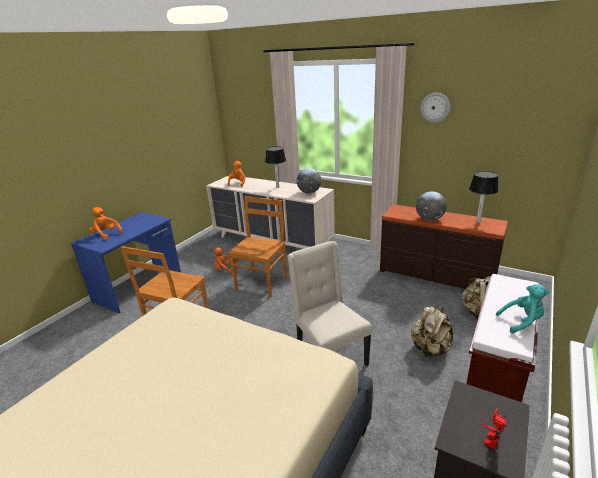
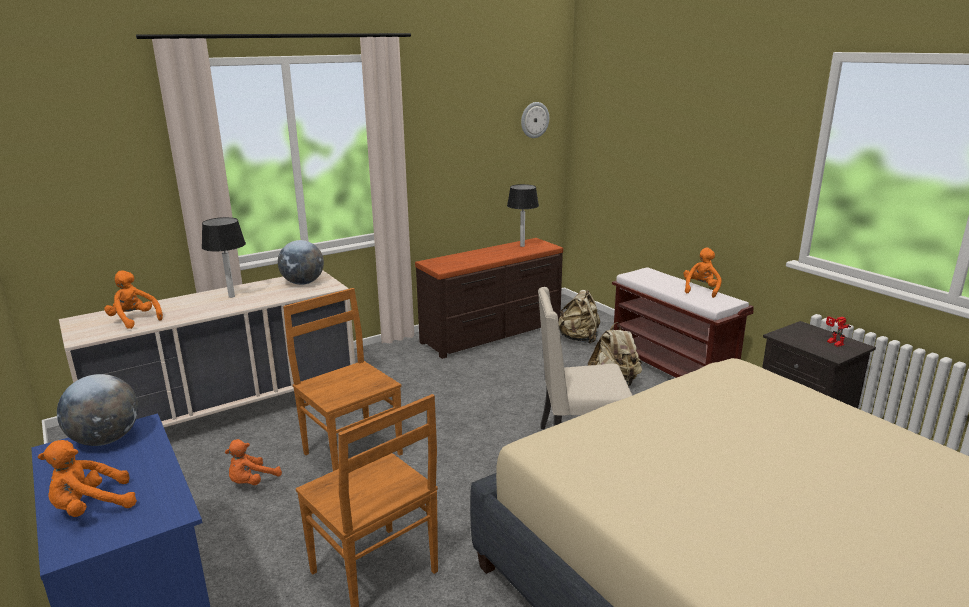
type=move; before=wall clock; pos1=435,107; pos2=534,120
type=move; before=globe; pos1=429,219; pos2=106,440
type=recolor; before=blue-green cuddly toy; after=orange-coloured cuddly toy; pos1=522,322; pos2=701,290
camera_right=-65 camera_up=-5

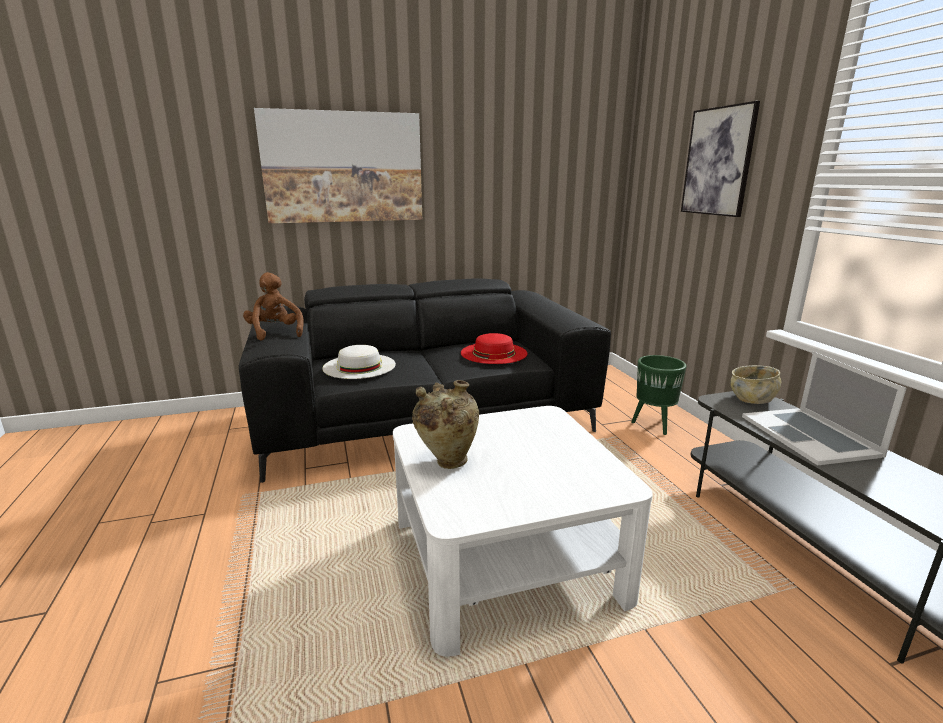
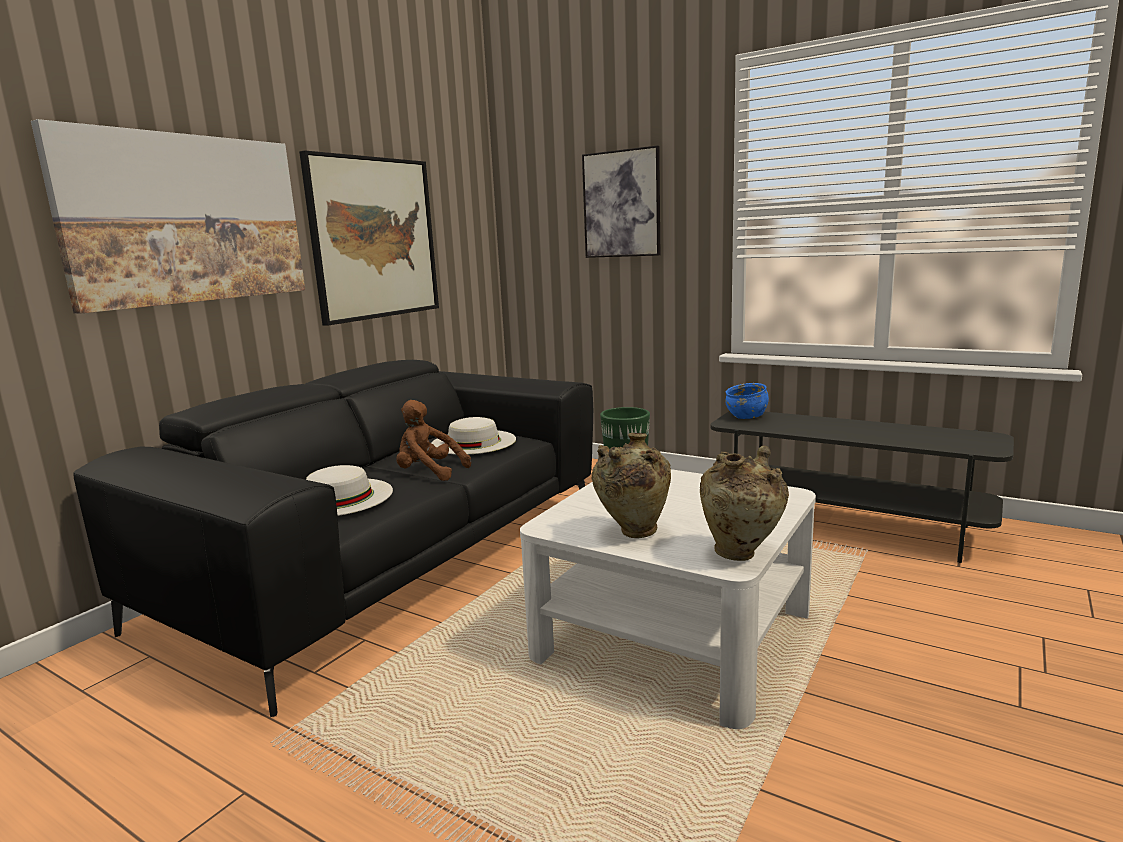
type=move; before=brown-coloured cuddly toy; pos1=275,333; pos2=429,473
type=recolor; before=red-coloured wearable hat; after=white wearable hat; pos1=493,353; pos2=473,442
type=delete; before=portable computer; pos1=809,435
type=recolor; before=beige-coloured serving bowl; after=blue-coloured serving bowl; pos1=752,399; pos2=746,416
type=insert; after=wall picture; pos2=374,238
type=insert; after=beige-coloured flower vase; pos2=741,554
camera_right=-40 camera_up=-5

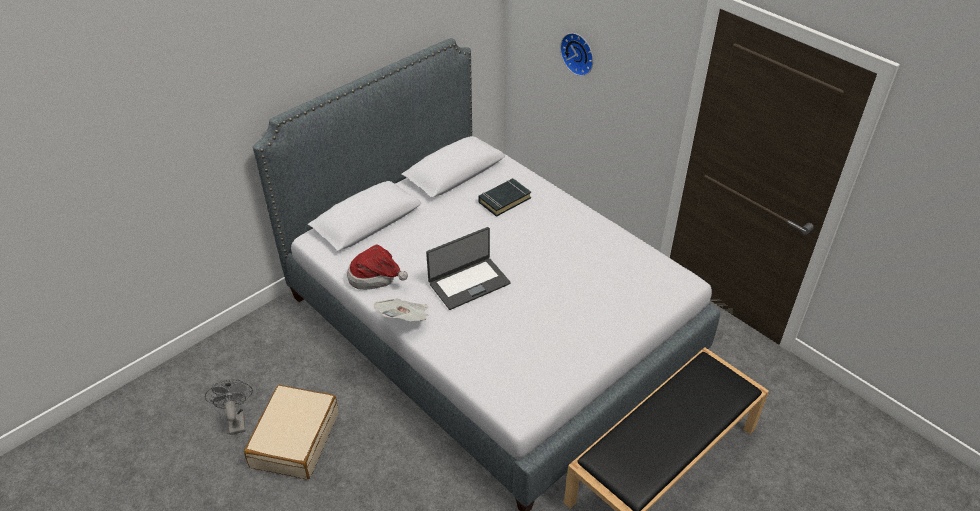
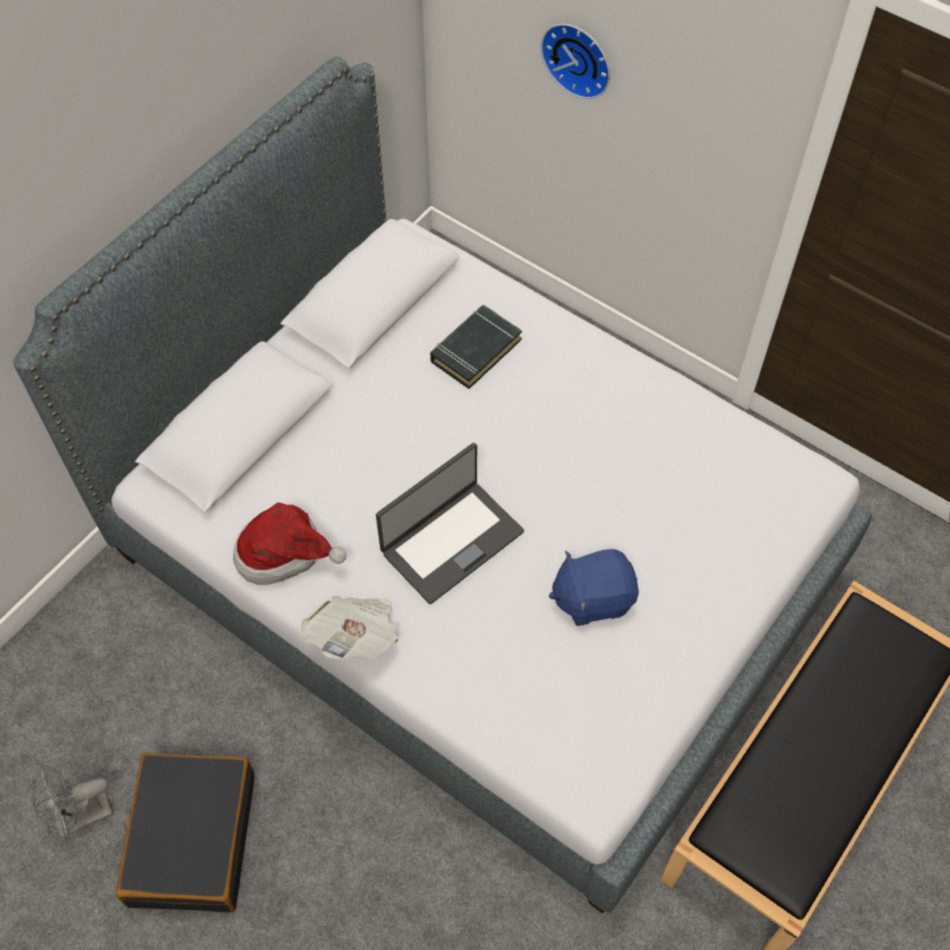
type=rotate; before=grey fan; pos1=236,419; pos2=80,818; turn=-90
type=recolor; before=beige-coloured travel case; after=blackish travel case; pos1=294,439; pos2=191,839
type=insert; after=blue-coloured cuddly toy; pos2=593,598
camera_right=-10 camera_up=15

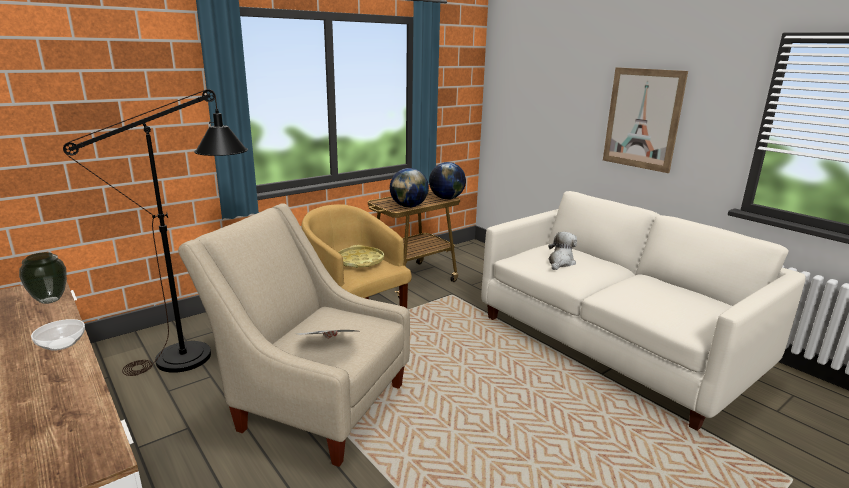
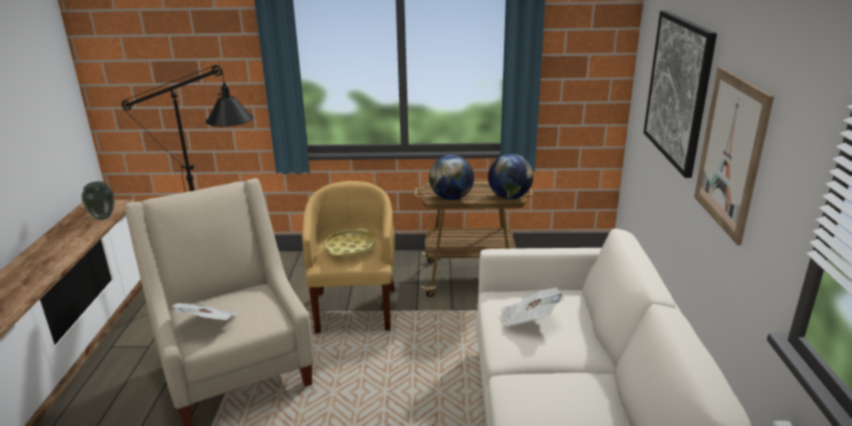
type=replace; before=cuddly toy; after=printed paper; pos1=560,263; pos2=529,320
type=delete; before=serving bowl; pos1=62,344
type=insert; after=wall picture; pos2=678,90
camera_right=40 camera_up=5

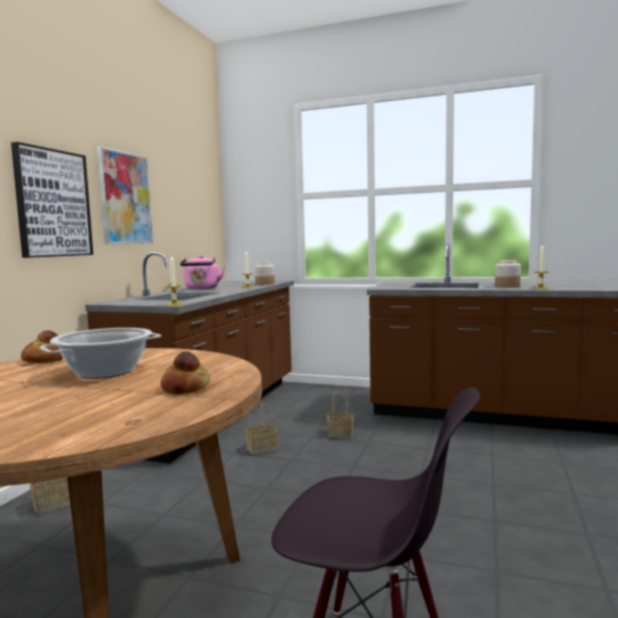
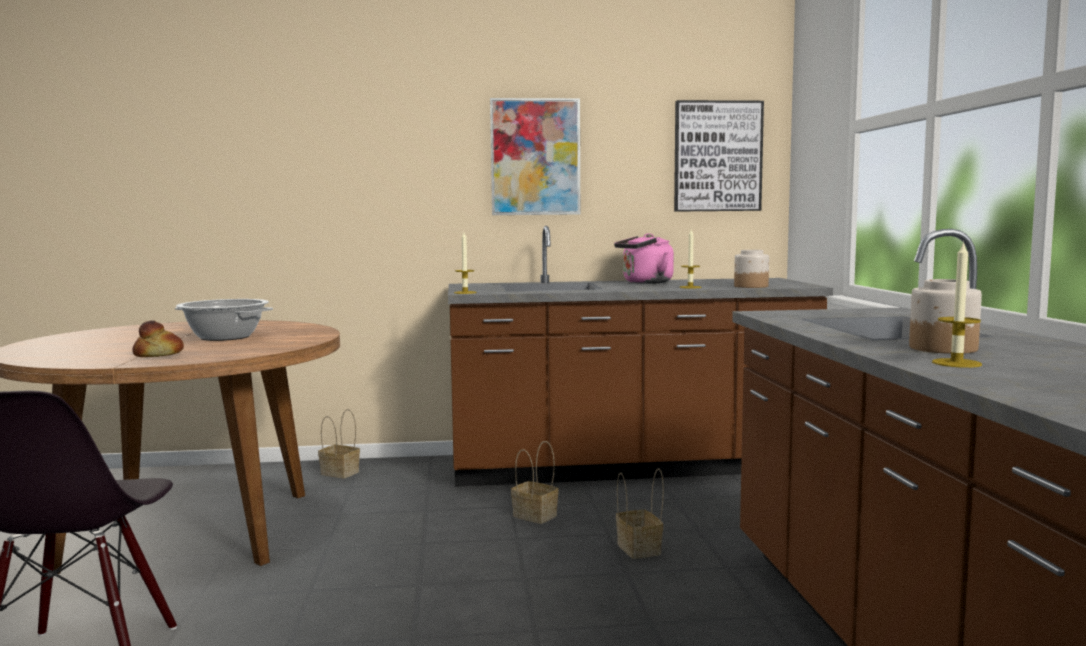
type=move; before=wall picture; pos1=52,203; pos2=717,156
type=delete; before=bakery bread; pos1=44,360
camera_right=65 camera_up=0

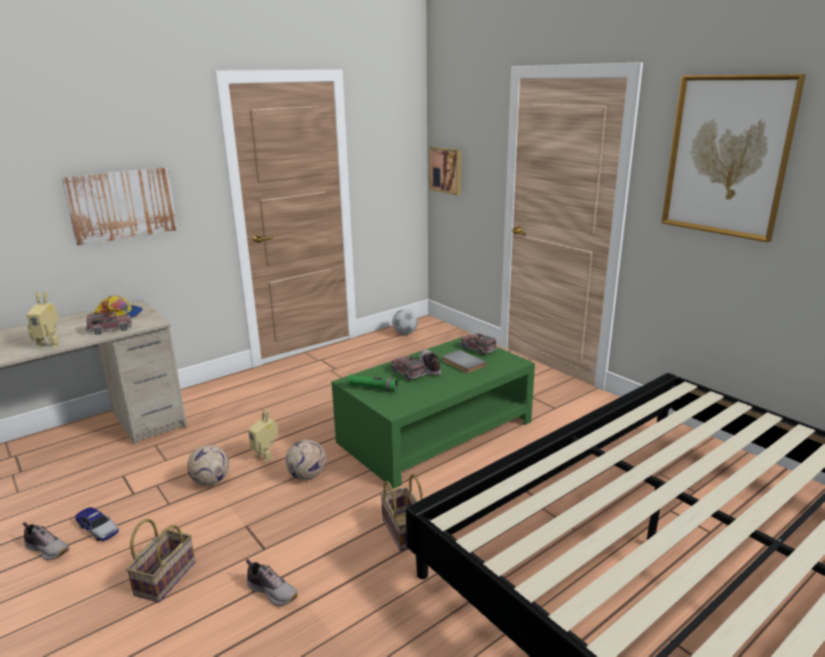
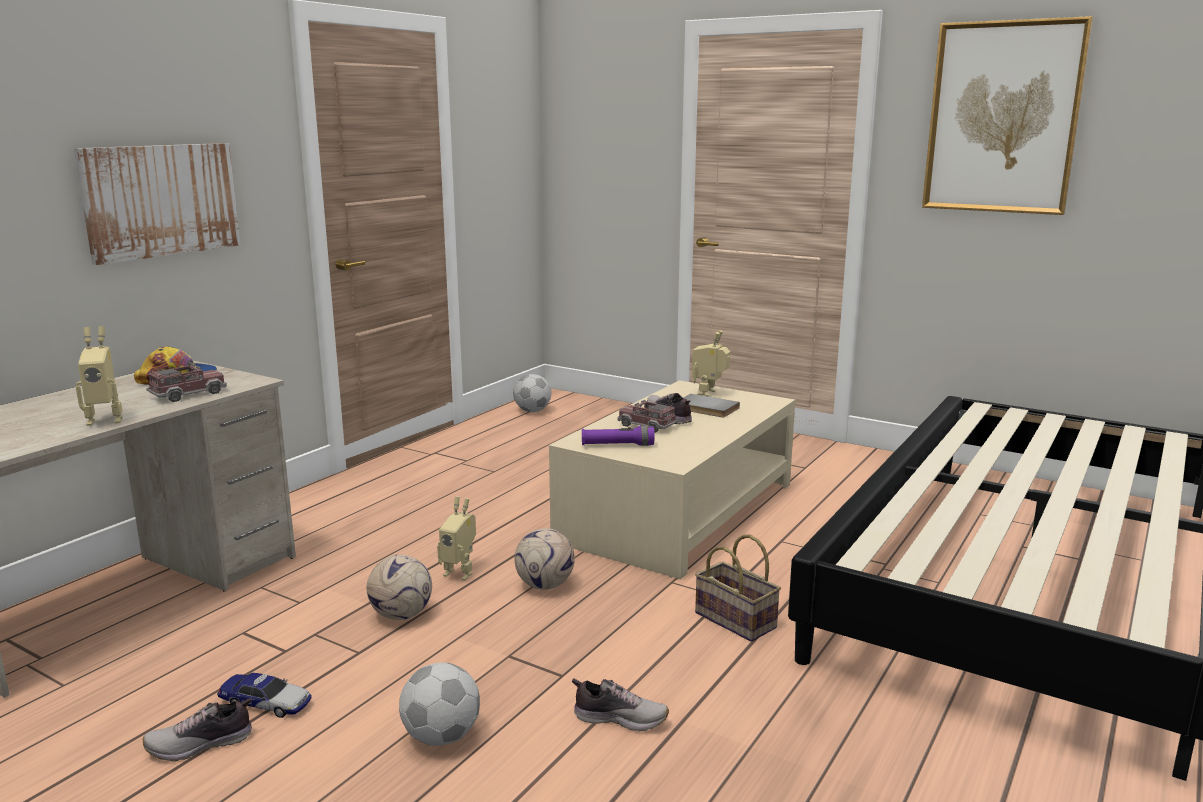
type=delete; before=wall picture; pos1=446,170
type=replace; before=toy truck; after=model robot; pos1=478,349; pos2=710,393
type=recolor; before=greenish coffee table; after=beige-coloured coffee table; pos1=436,432; pos2=678,512
type=recolor; before=greenish torch; after=purple torch; pos1=373,388; pos2=617,445
type=replace; before=household basket; after=football ball; pos1=165,577; pos2=441,736
type=rotate; before=low shoe; pos1=48,549; pos2=201,745; turn=150
camera_right=-20 camera_up=-5

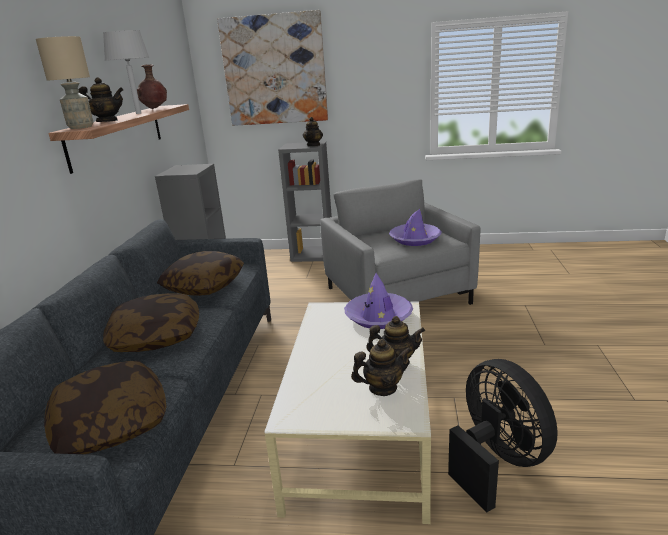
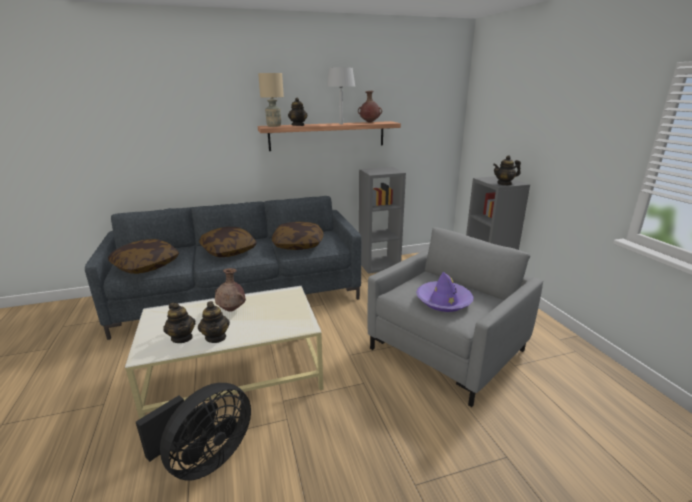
type=delete; before=wall picture; pos1=274,70
type=delete; before=purple wearable hat; pos1=378,317
type=insert; after=brown-coloured flower vase; pos2=232,309
camera_right=65 camera_up=0

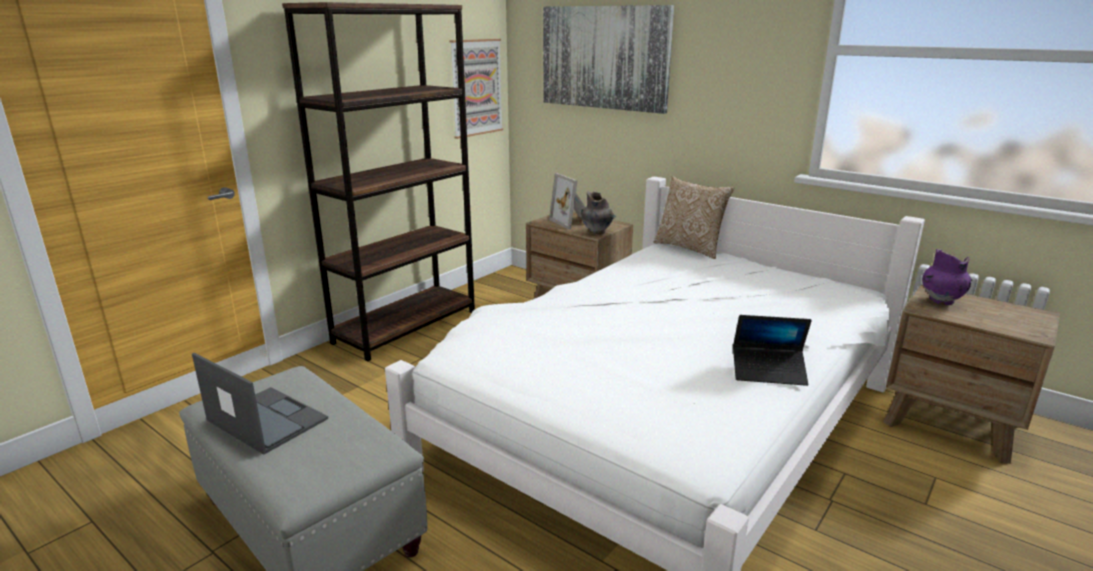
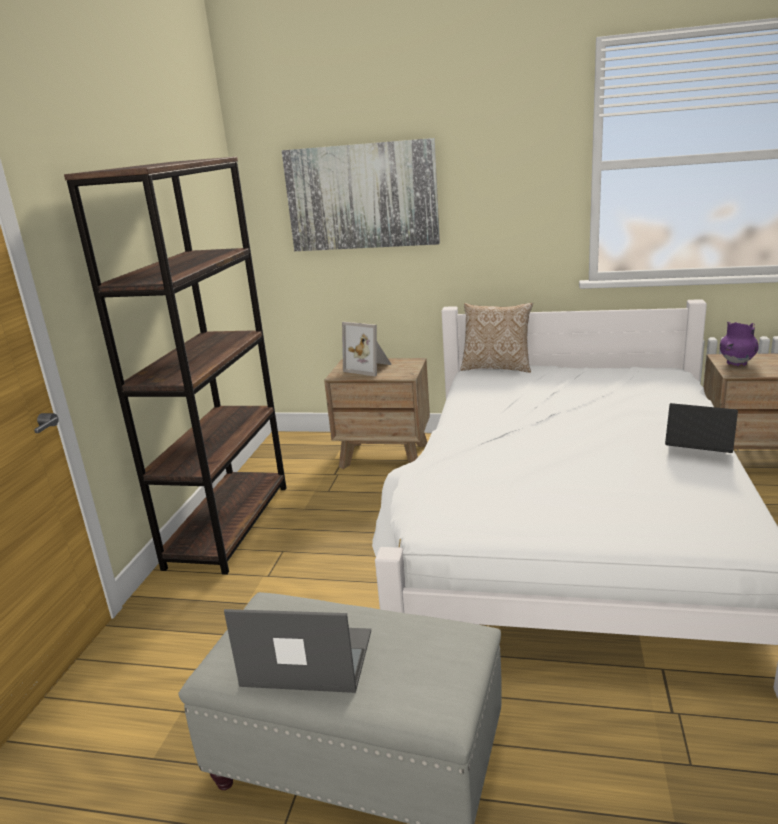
type=delete; before=wall picture; pos1=476,87
type=delete; before=grey flower vase; pos1=597,232
type=rotate; before=portable computer; pos1=768,372; pos2=698,453; turn=-135
camera_right=-25 camera_up=0

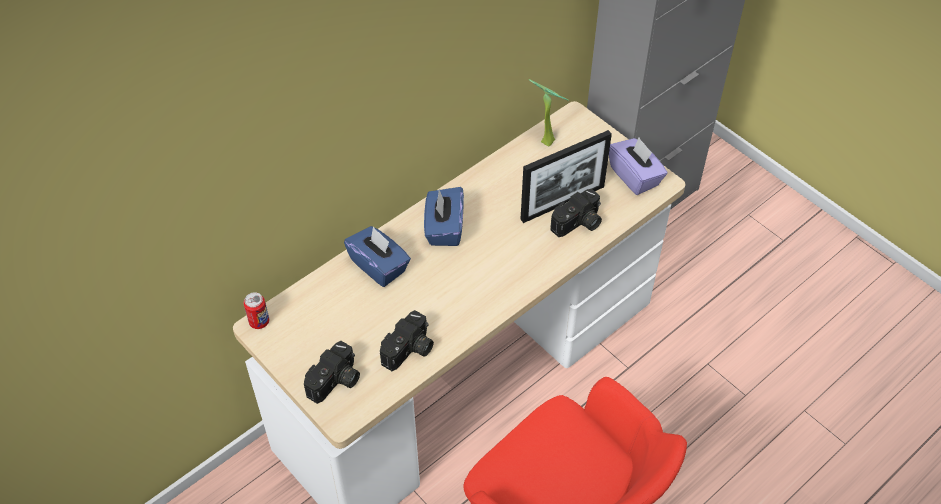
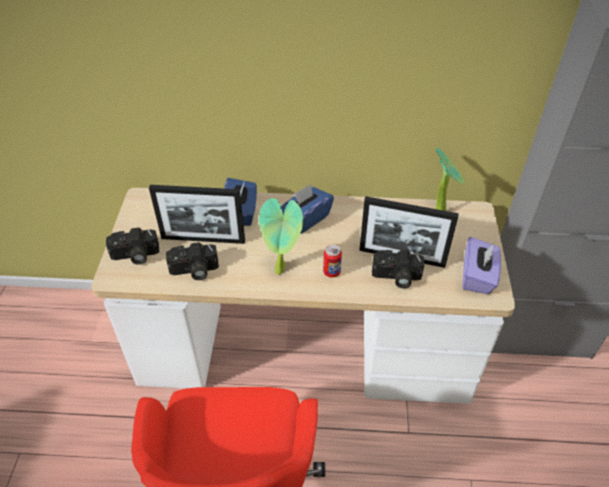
type=move; before=can; pos1=259,322; pos2=331,272
type=insert; after=picture frame; pos2=203,239
type=insert; after=potted plant; pos2=282,270
camera_right=45 camera_up=-5

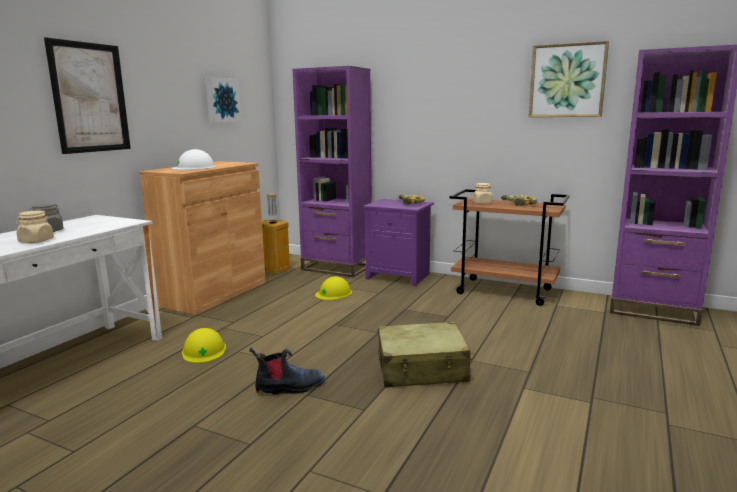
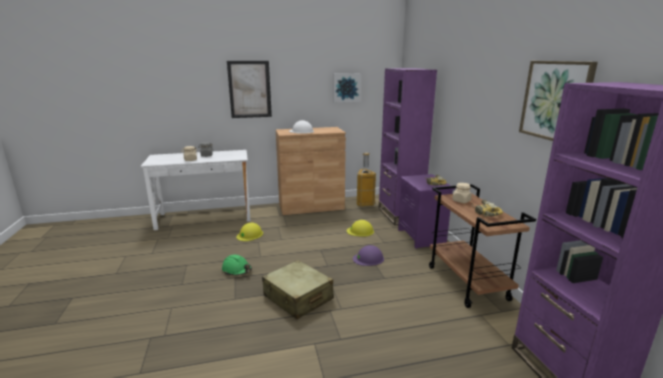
type=replace; before=tall boot; after=greenish work helmet; pos1=289,388; pos2=237,270
type=insert; after=purple work helmet; pos2=368,258
camera_right=50 camera_up=5

